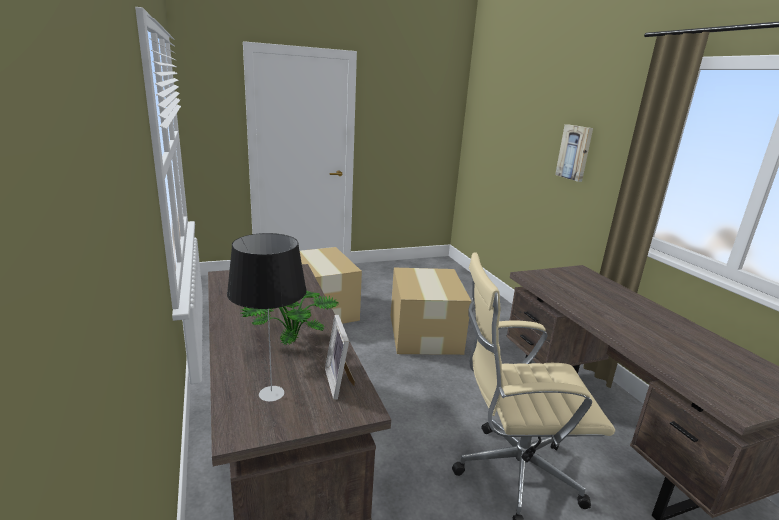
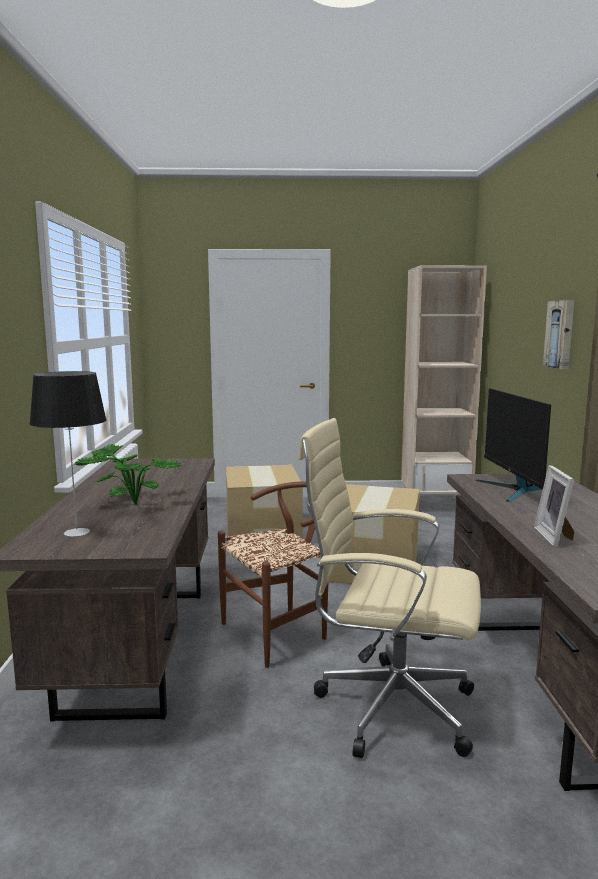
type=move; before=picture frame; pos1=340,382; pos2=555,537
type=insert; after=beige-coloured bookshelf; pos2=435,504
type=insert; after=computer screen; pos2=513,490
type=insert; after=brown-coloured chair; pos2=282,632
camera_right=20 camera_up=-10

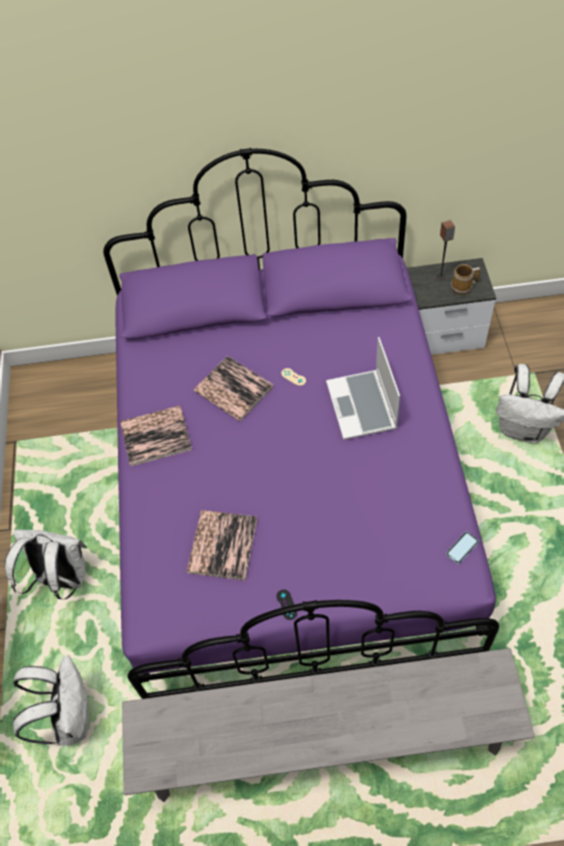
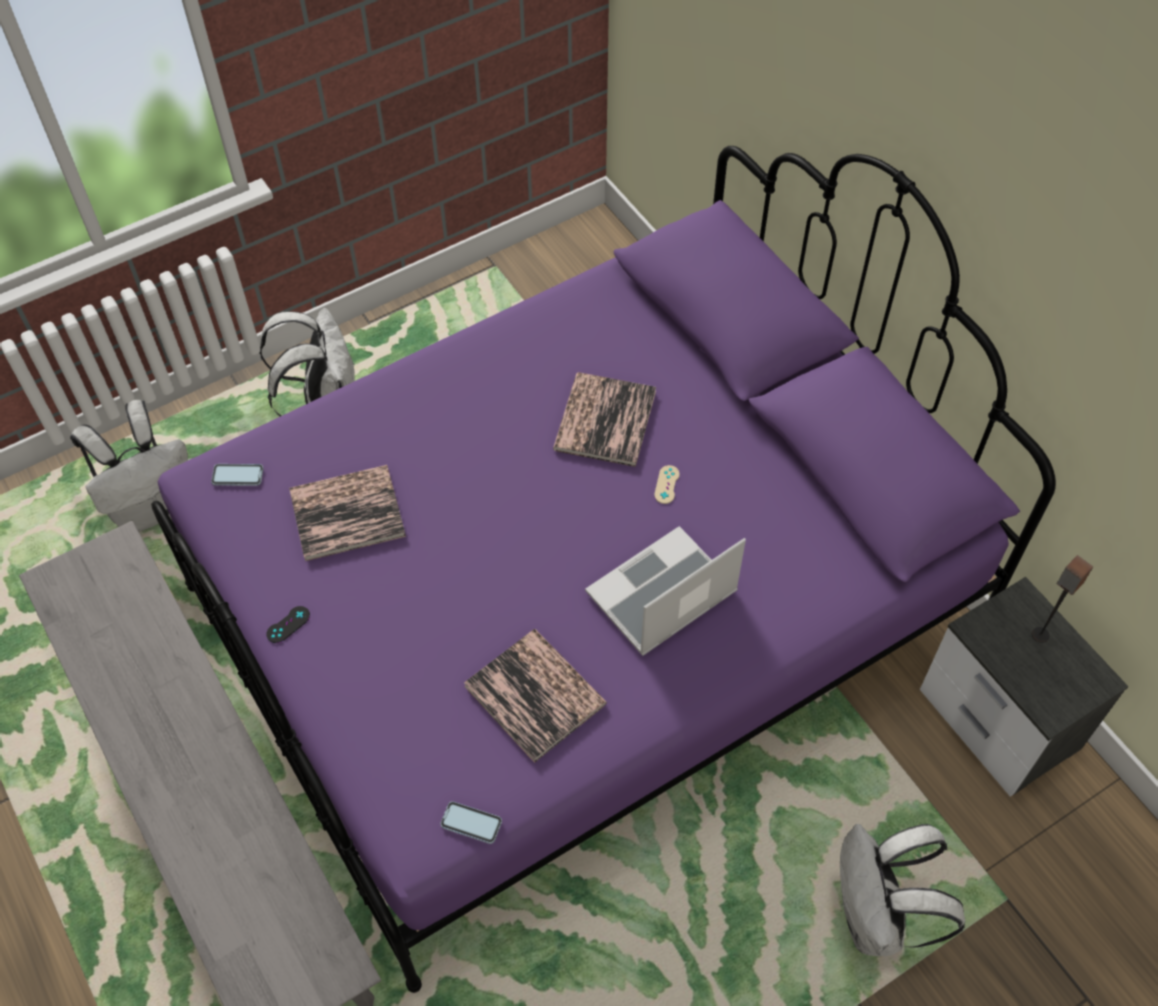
type=delete; before=coffee mug; pos1=463,287
type=move; before=volume; pos1=156,436; pos2=535,695
type=insert; after=phone; pos2=237,476
camera_right=60 camera_up=0

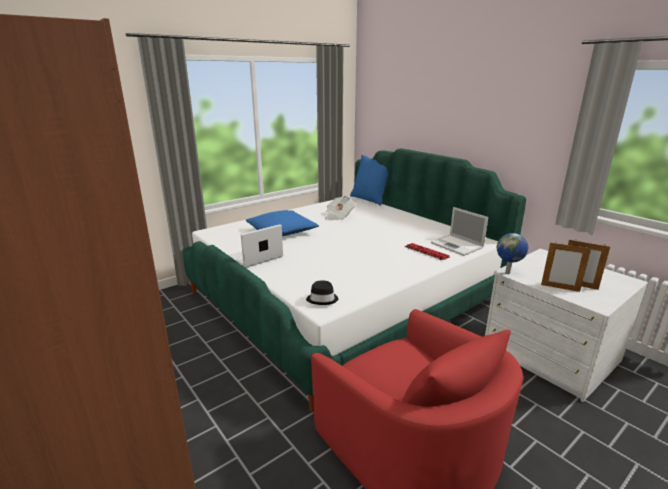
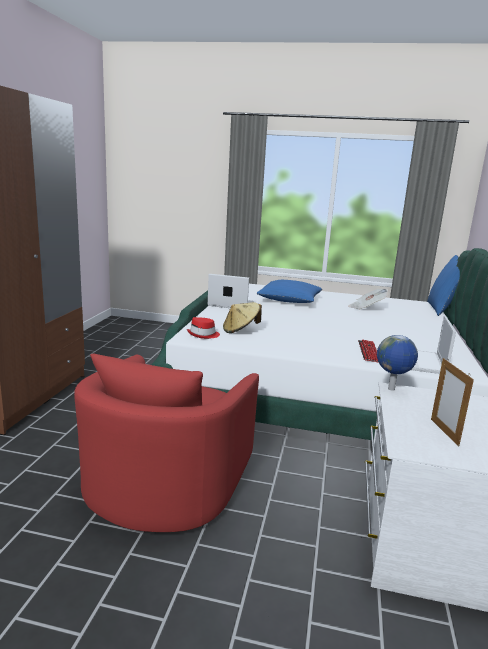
type=delete; before=picture frame; pos1=560,288
type=recolor; before=blackish wearable hat; after=red-coloured wearable hat; pos1=322,299; pos2=203,335
type=insert; after=beige-coloured wearable hat; pos2=240,330
camera_right=50 camera_up=-5

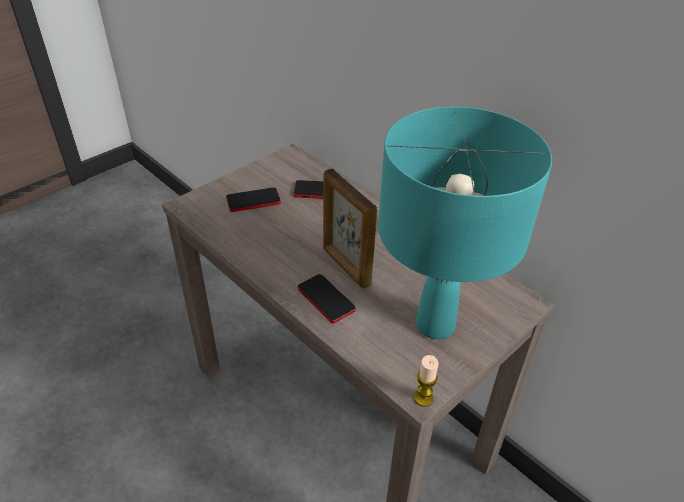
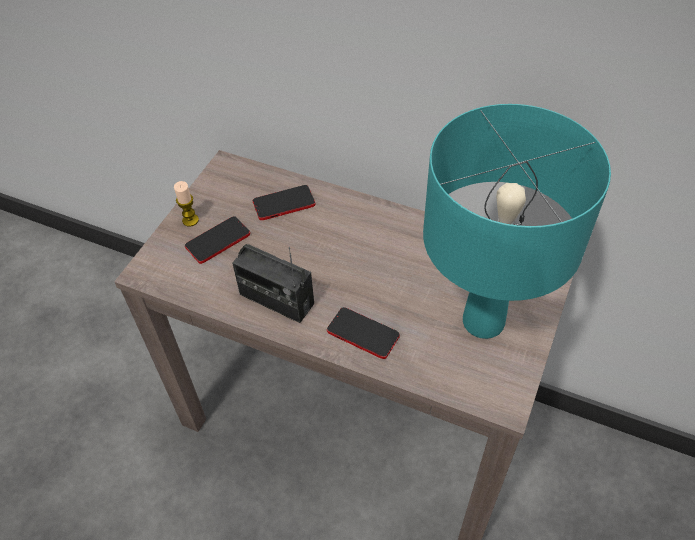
type=delete; before=picture frame; pos1=345,266
type=move; before=wax light; pos1=423,398; pos2=190,220
type=insert; after=radio receiver; pos2=276,299
camera_right=-20 camera_up=10

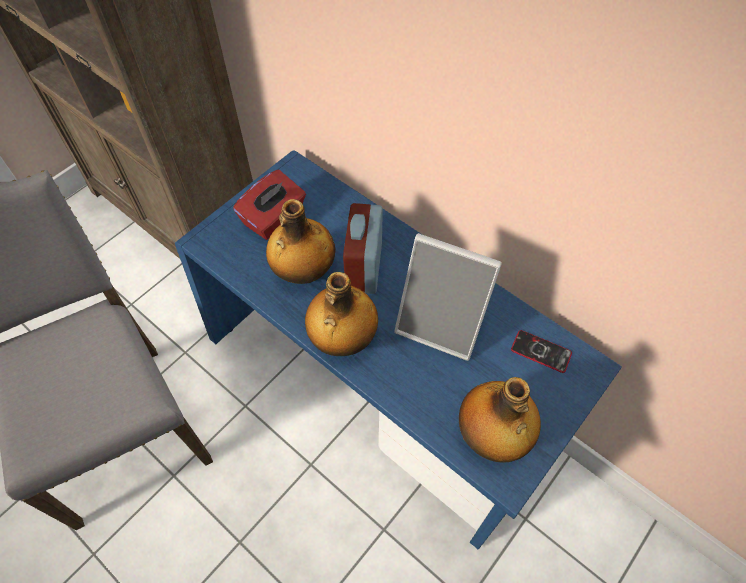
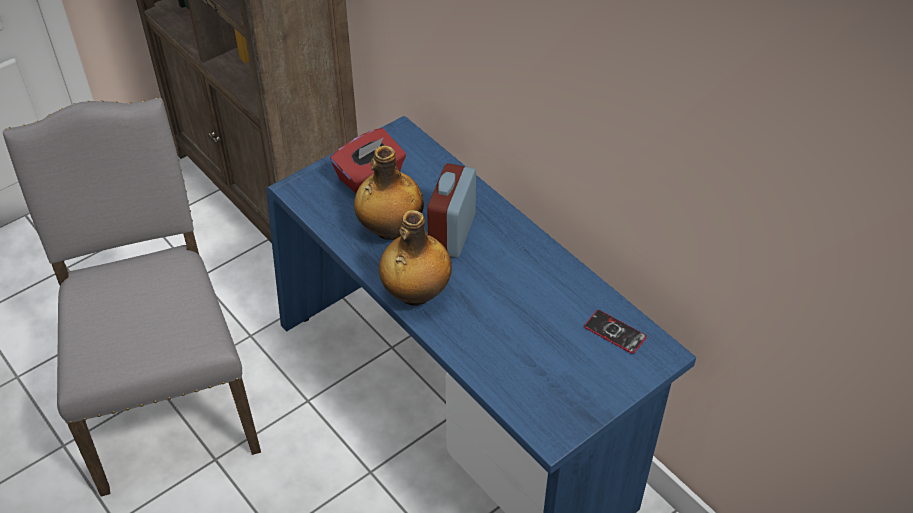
type=delete; before=picture frame; pos1=441,324
type=delete; before=bottle; pos1=491,437
camera_right=10 camera_up=-10

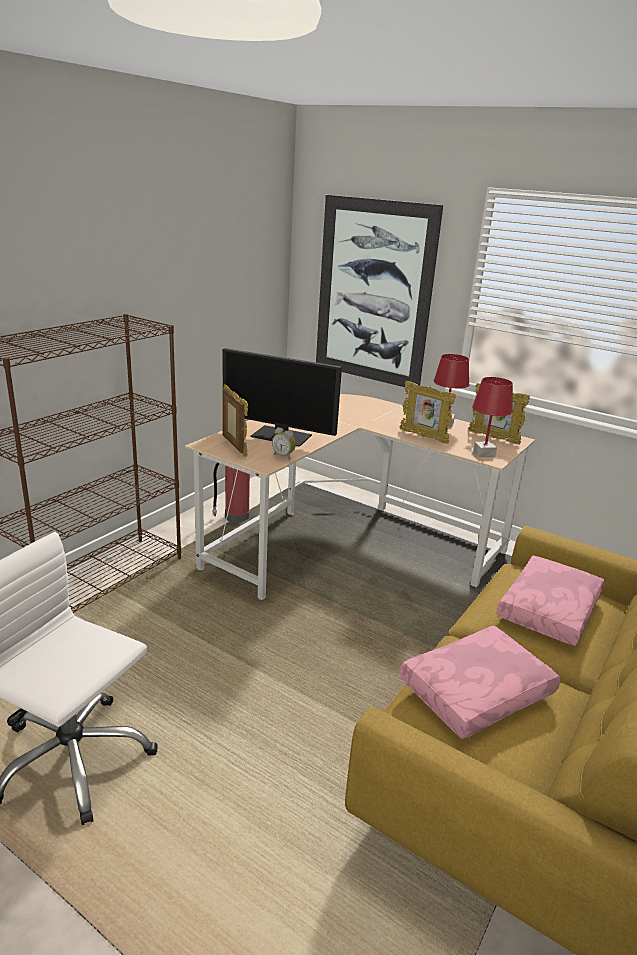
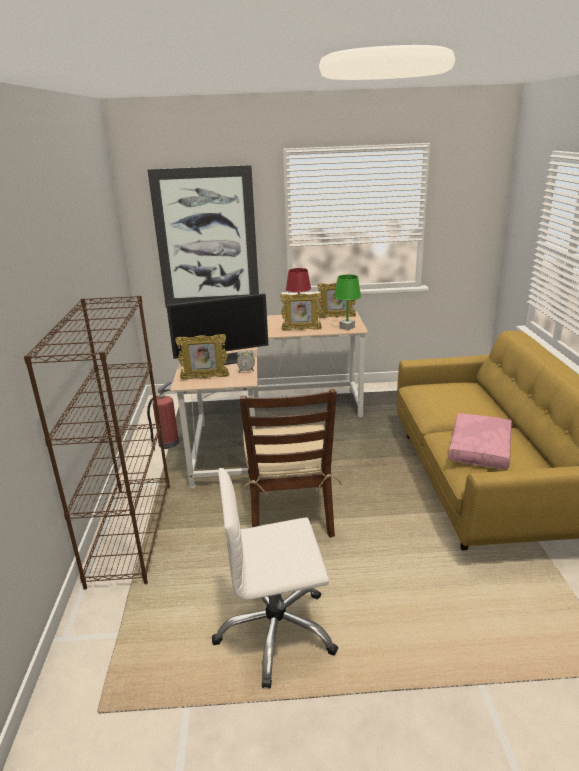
type=recolor; before=red-coloured lamp for a table; after=greenish lamp for a table; pos1=484,454; pos2=347,327
type=rotate; before=picture frame; pos1=233,447; pos2=205,378; turn=150
type=delete; before=pink-coloured throw pillow; pos1=550,611
type=insert; after=brown-coloured chair; pos2=290,514
camera_right=-35 camera_up=0

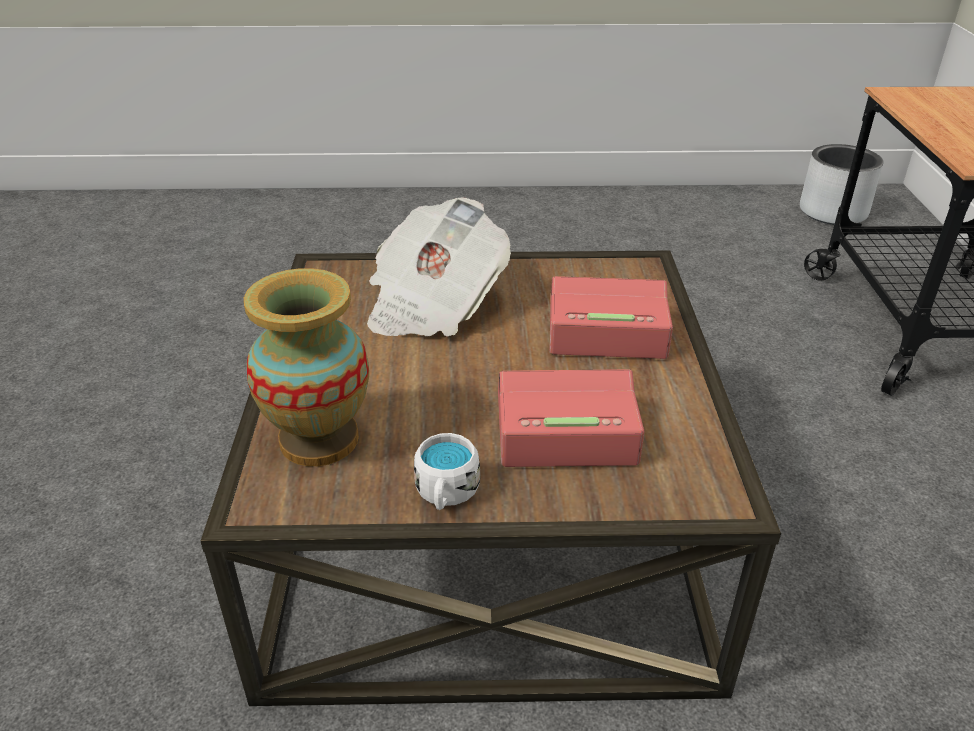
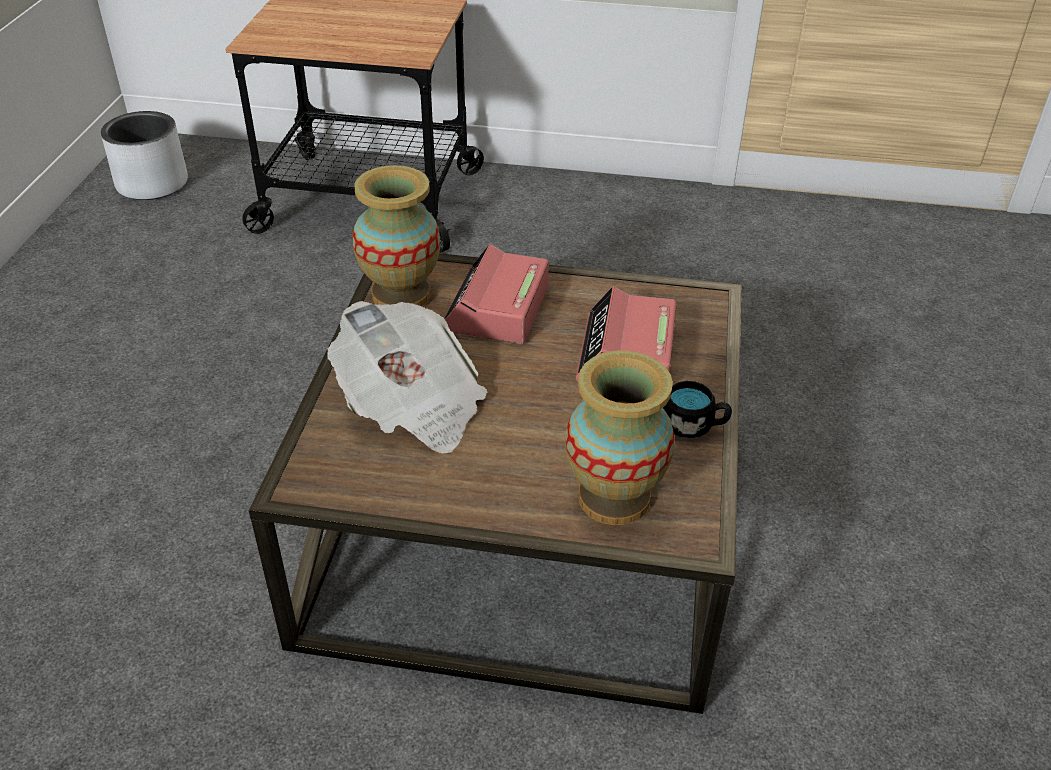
type=recolor; before=white coffee mug; after=blackish coffee mug; pos1=446,494; pos2=693,425
type=insert; after=flower vase; pos2=401,294
camera_right=-80 camera_up=5

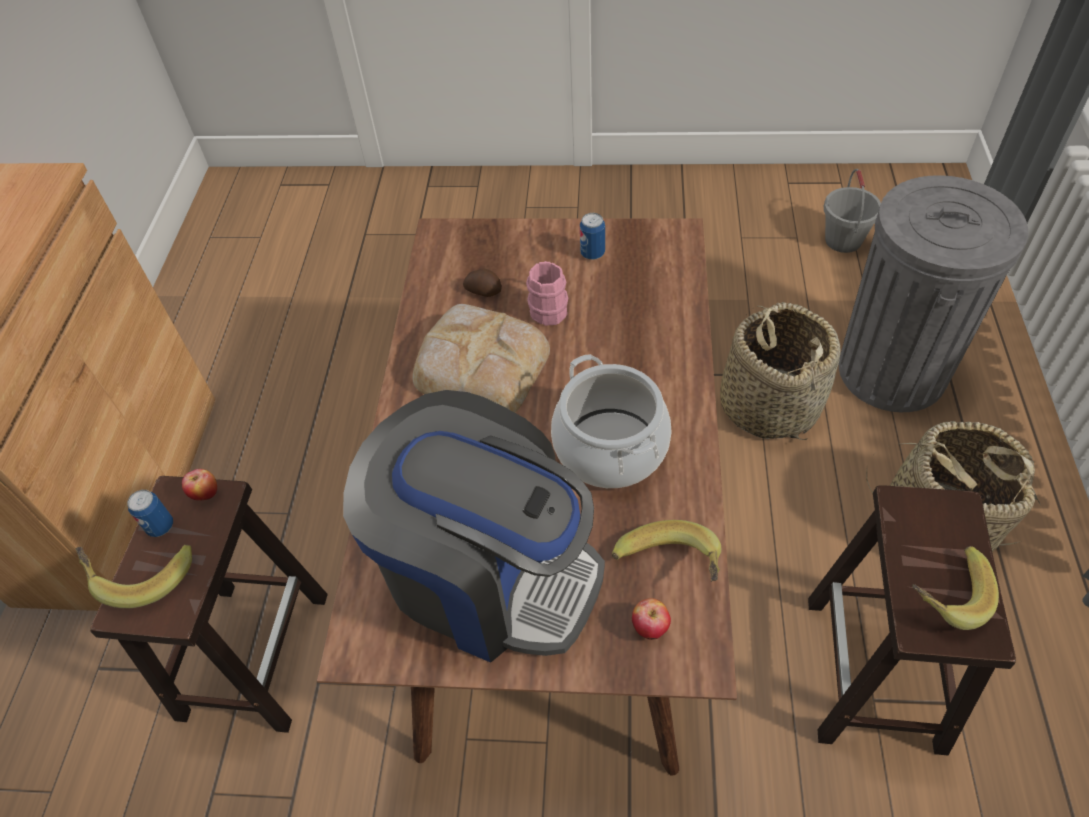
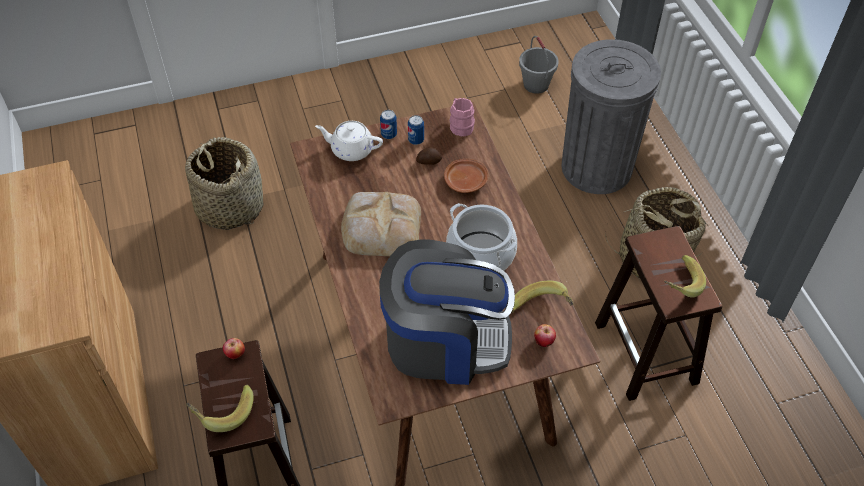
type=move; before=pink-coloured coffee mug; pos1=548,307; pos2=460,125
type=move; before=whole potato; pos1=483,290; pos2=429,161
type=move; before=household basket; pos1=769,404; pos2=230,206
type=move; before=can; pos1=160,526; pos2=389,135
type=insert; after=white teapot; pos2=351,149
type=insert; after=brown-coloured flat dish; pos2=466,181
camera_right=-25 camera_up=0

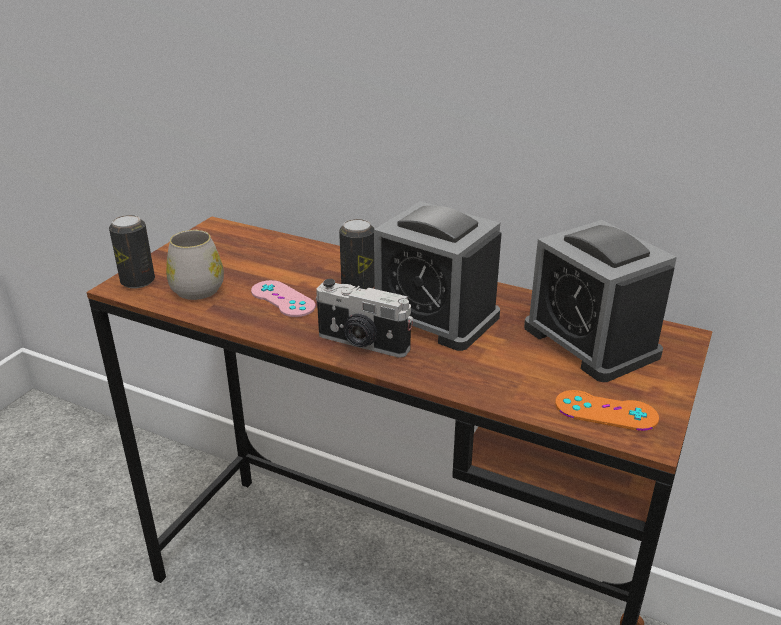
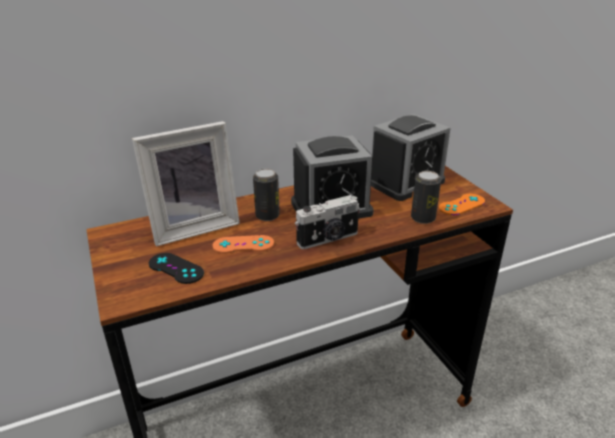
type=move; before=can; pos1=138,281; pos2=423,218
type=rotate; before=table clock; pos1=590,341; pos2=406,182; turn=-45
type=replace; before=white coffee mug; after=blackish gamepad; pos1=198,285; pos2=176,268
type=recolor; before=pink-coloured gamepad; after=orange-coloured gamepad; pos1=282,299; pos2=243,244
type=insert; after=picture frame; pos2=193,226
camera_right=-50 camera_up=0

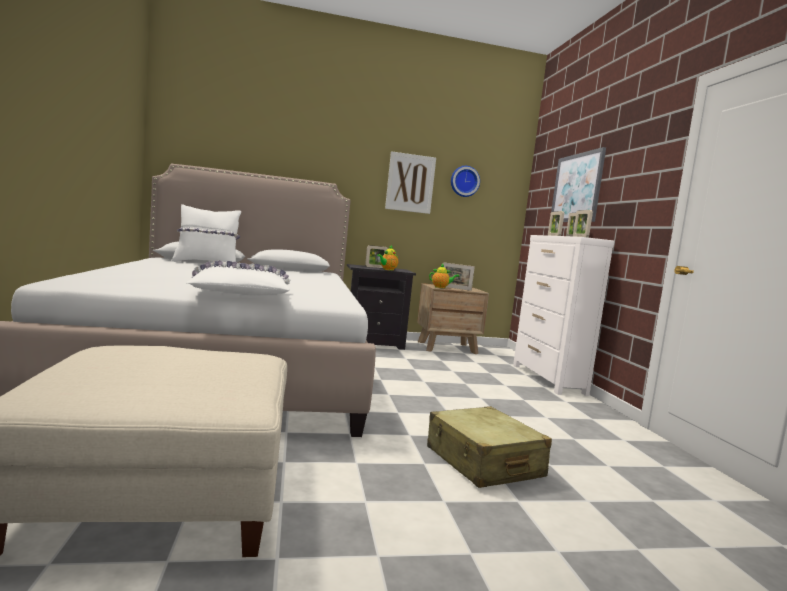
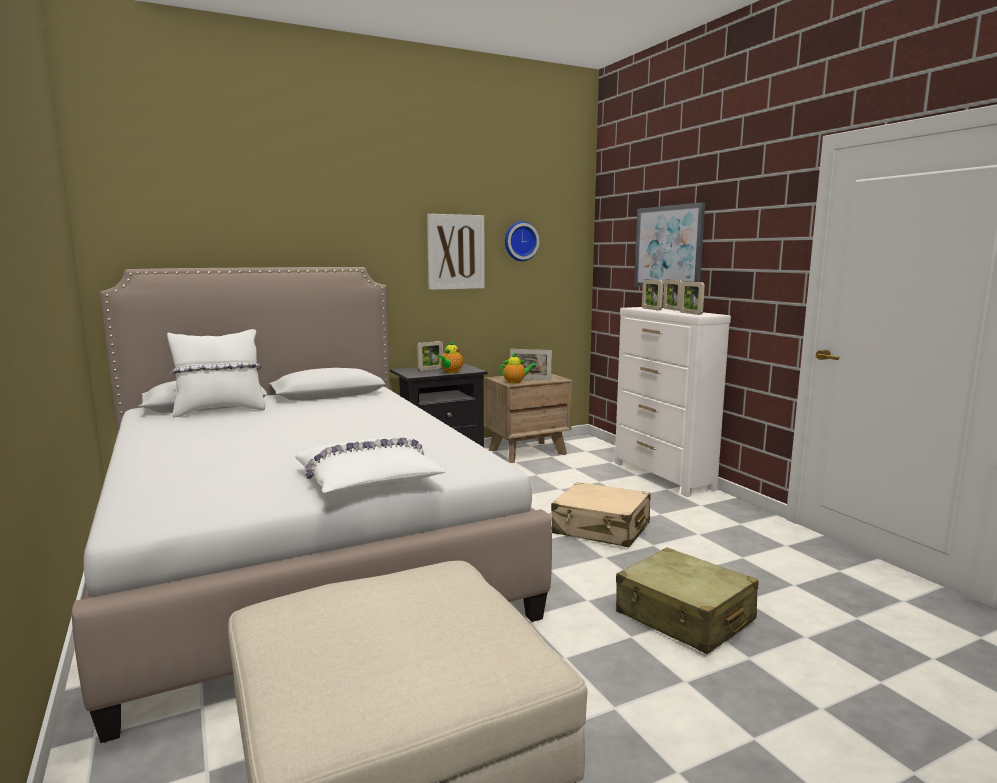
type=insert; after=beige-coloured travel case; pos2=601,529
camera_right=-15 camera_up=5

